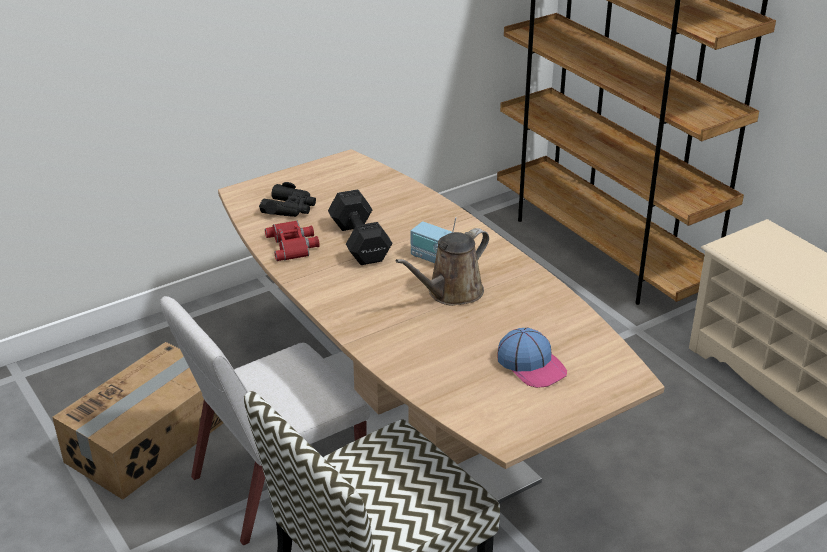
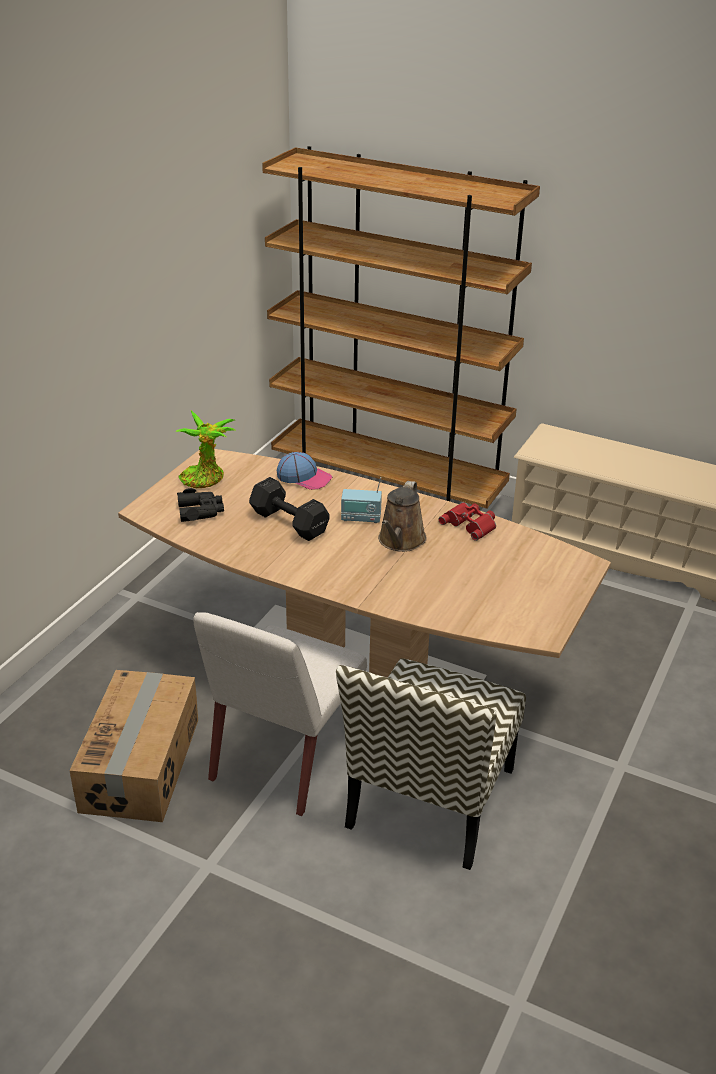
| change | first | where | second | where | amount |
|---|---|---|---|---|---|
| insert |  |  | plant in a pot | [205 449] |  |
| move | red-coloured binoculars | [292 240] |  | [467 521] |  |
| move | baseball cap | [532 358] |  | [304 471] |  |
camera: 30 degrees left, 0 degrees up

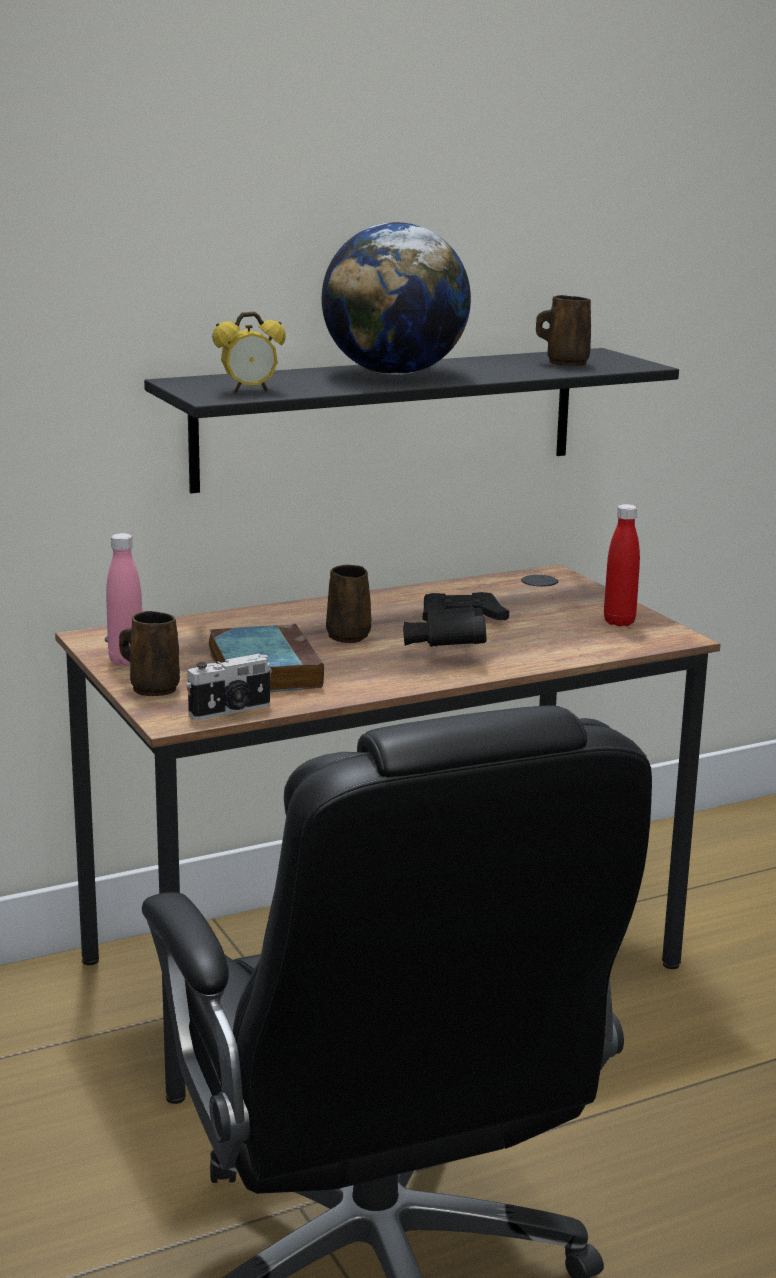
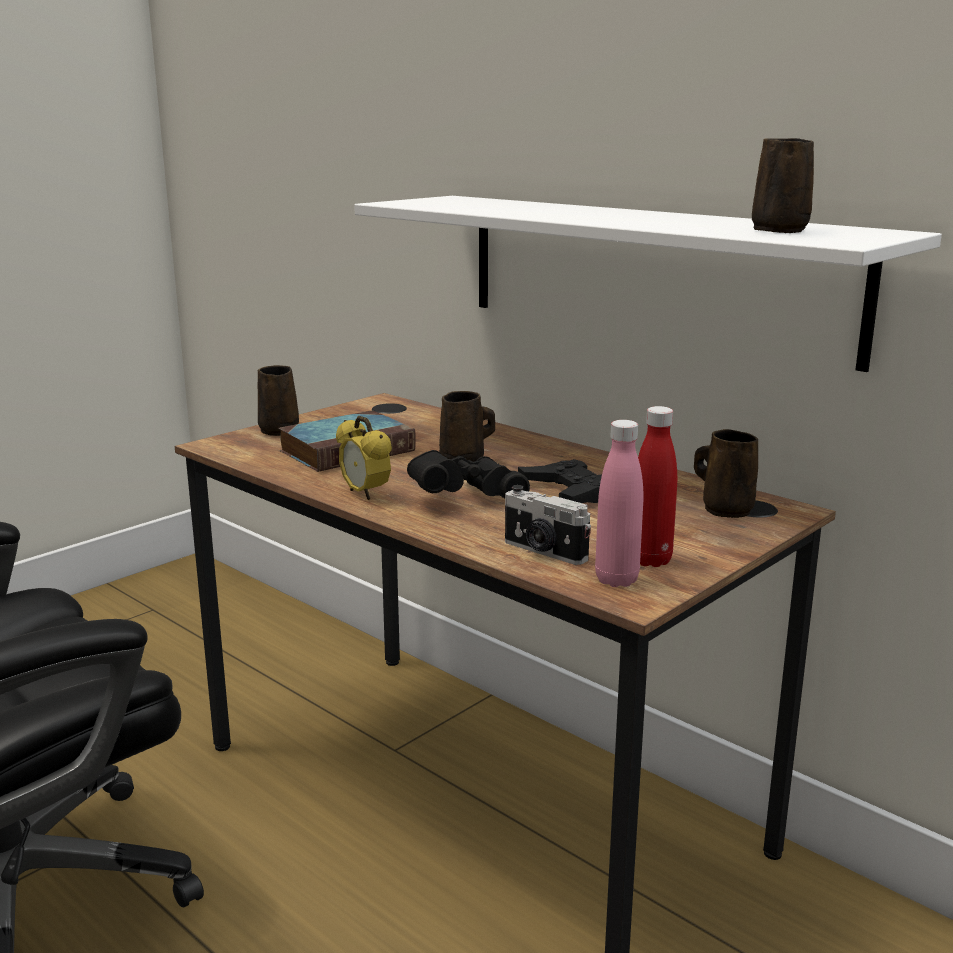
| change | first | where | second | where | amount |
|---|---|---|---|---|---|
| delete | world globe | [396 298] |  |  |  |
| insert |  |  | brownish coffee mug | [726 473] |  |
| move | pink-coloured drink bottle | [124 599] |  | [619 503] |  |
| move | photo camera | [229 687] |  | [548 525] |  |
| move | alarm clock | [249 352] |  | [364 458] |  |
| recolor | black-coloured wall shelf | [411 420] | white-coloured wall shelf | [648 284] |  |
camera: 70 degrees right, 0 degrees up

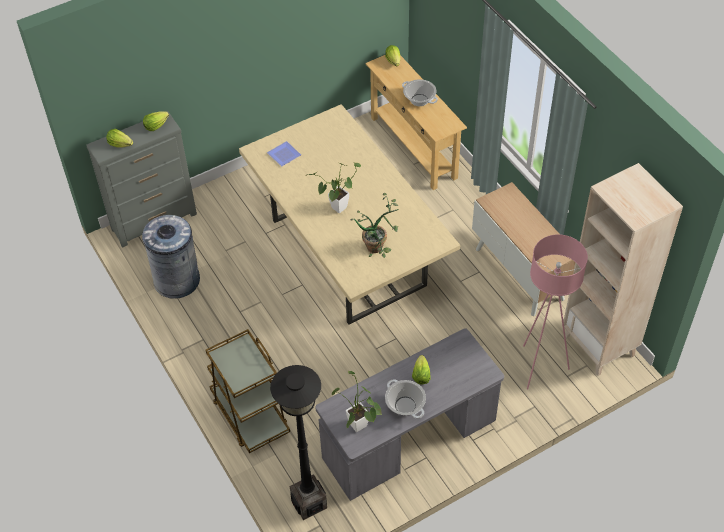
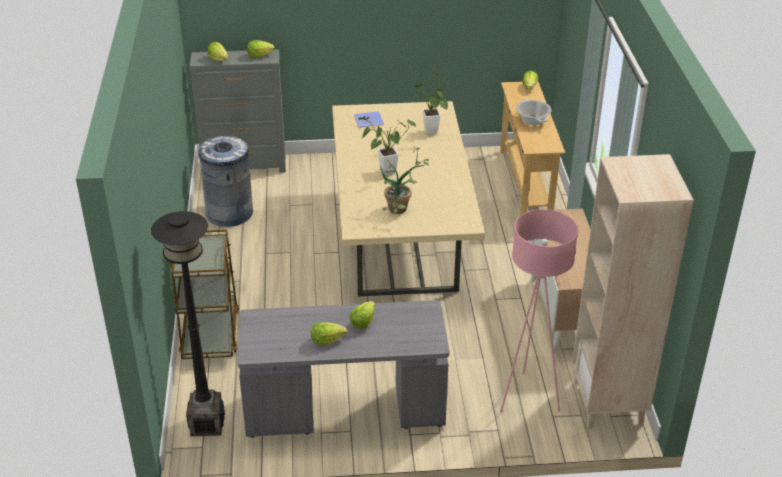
| change | first | where | second | where | amount |
|---|---|---|---|---|---|
| move | plant in a pot | [357 401] |  | [429 104] |  |
| replace | cooking pot | [405 399] | lettuce head | [329 333] |  |
camera: 25 degrees right, 15 degrees down

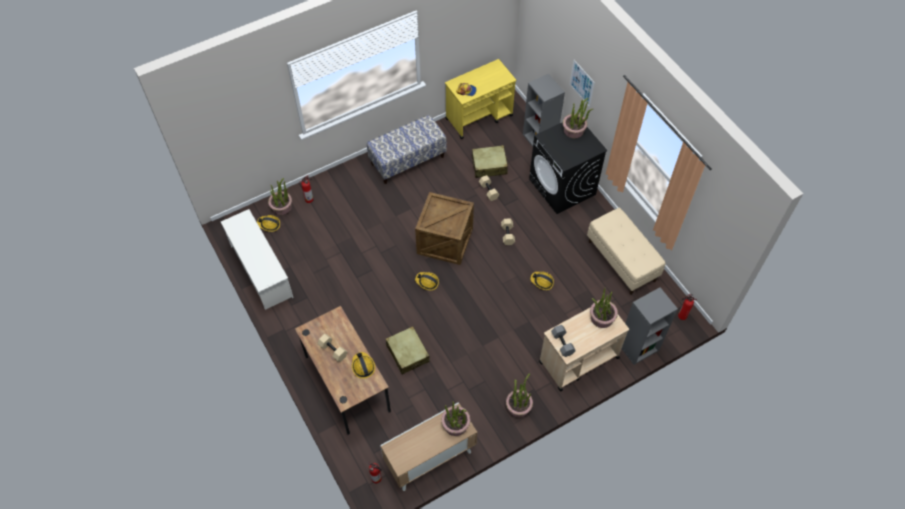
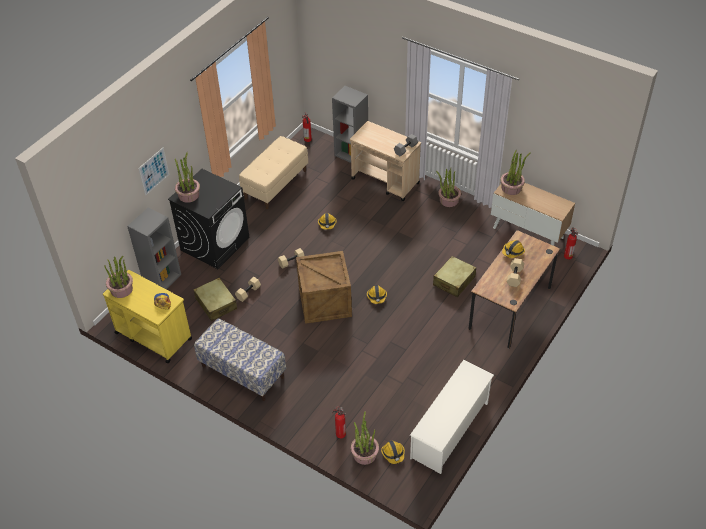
| change | first | where | second | where | amount |
|---|---|---|---|---|---|
| move | plant in a pot | [604 308] |  | [119 277] |  |
camera: 115 degrees left, 10 degrees down

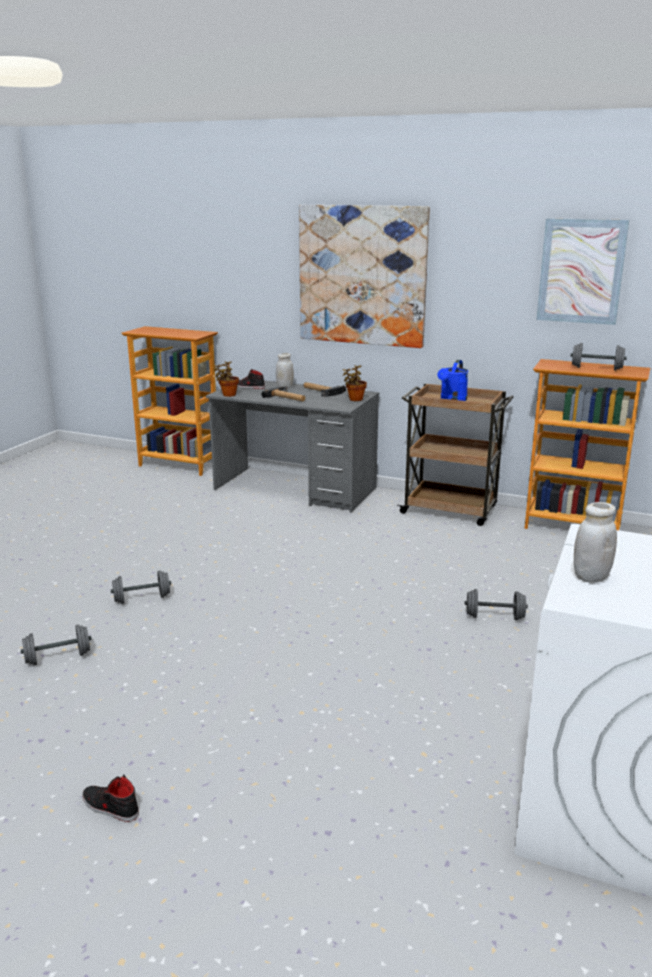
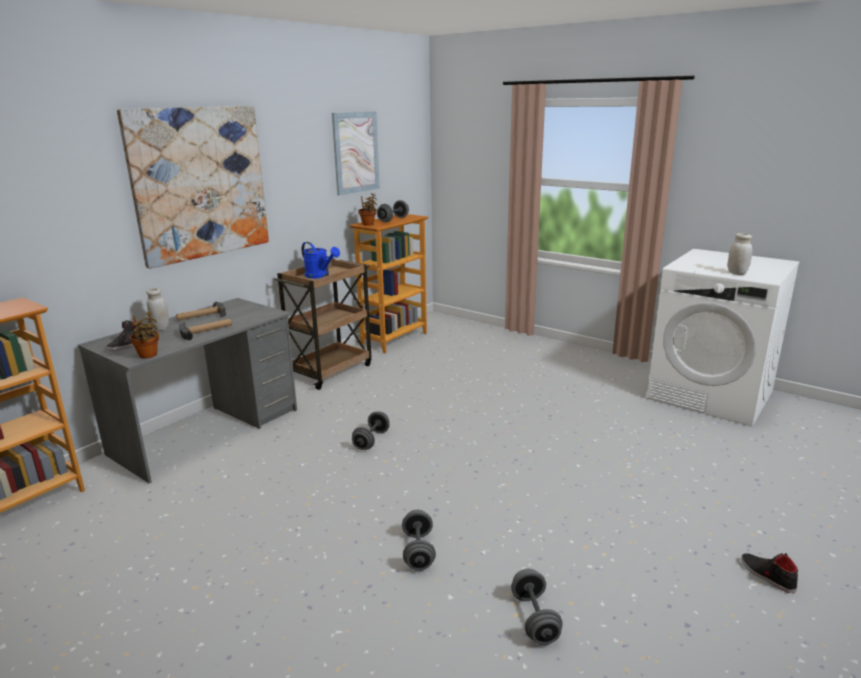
| change | first | where | second | where | amount |
|---|---|---|---|---|---|
| move | plant in a pot | [355 383] |  | [367 209] |  |
| move | greyish free weight | [496 604] |  | [371 431] |  |
| rotate | black-coloured shoe | [110 798] |  | [769 573] | 105 degrees clockwise |
camera: 75 degrees left, 0 degrees up

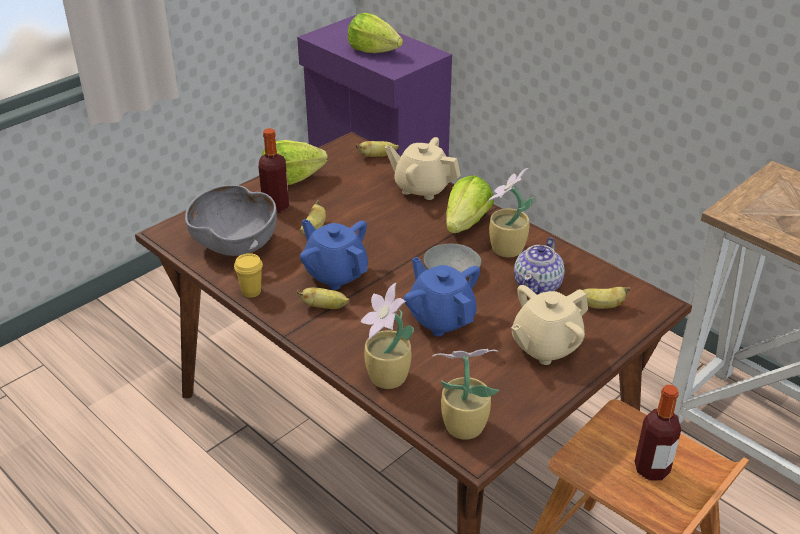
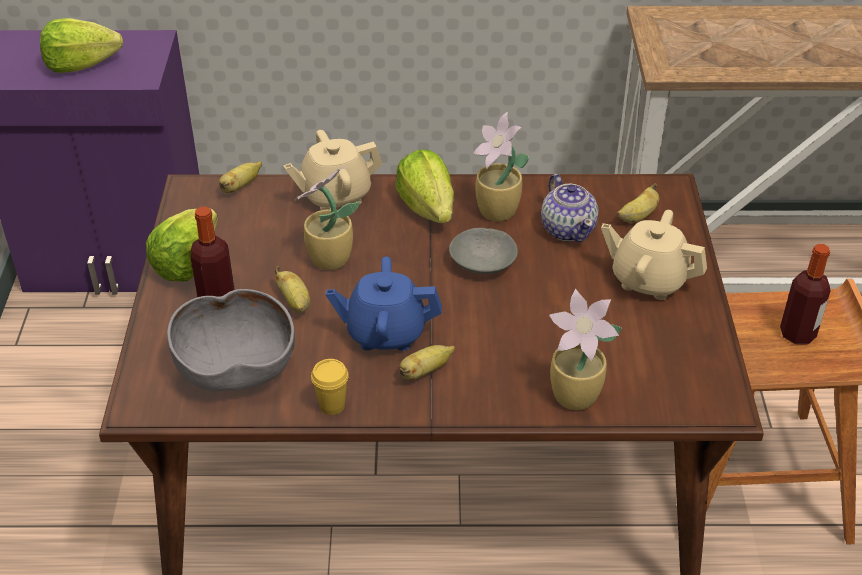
| change | first | where | second | where | amount |
|---|---|---|---|---|---|
| delete | bluish teapot | [442 296] |  |  |  |
| move | plant in a pot | [466 394] |  | [327 218] |  |
| rotate | beige teapot | [549 325] |  | [654 255] | 105 degrees clockwise |
camera: 45 degrees left, 5 degrees up

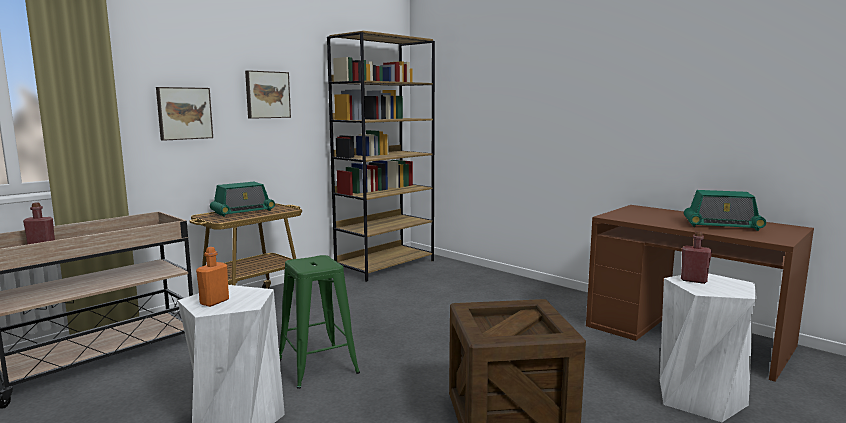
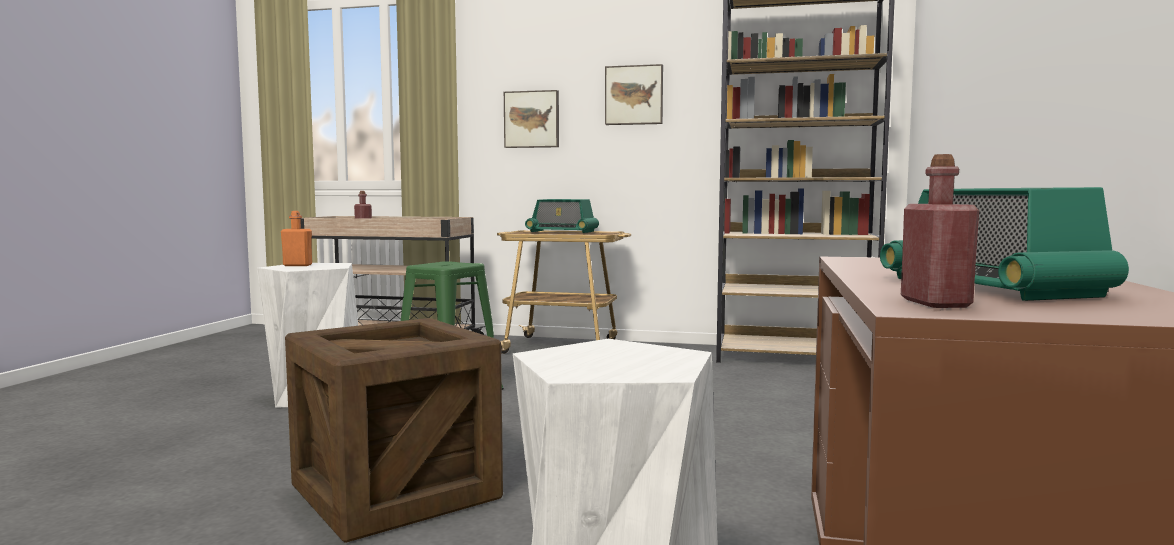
| change | first | where | second | where | amount |
|---|---|---|---|---|---|
| move | red-coloured drink bottle | [696 257] |  | [940 231] |  |
camera: 60 degrees right, 5 degrees down

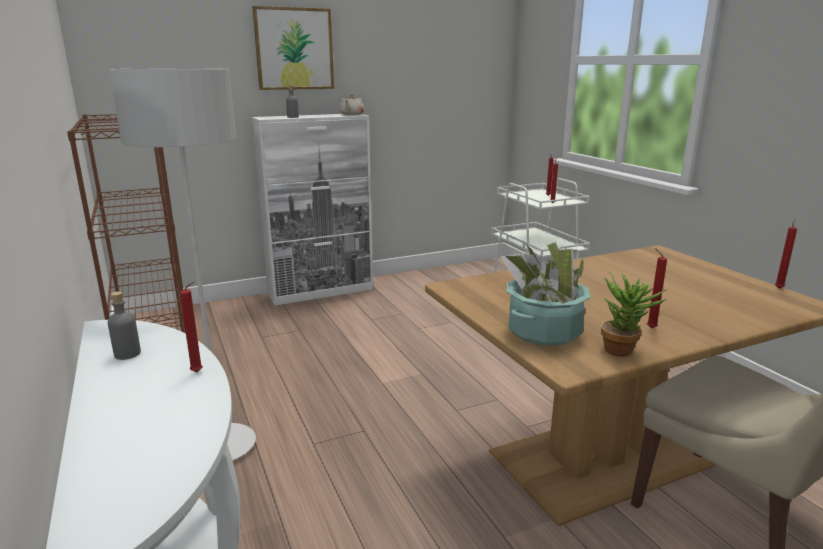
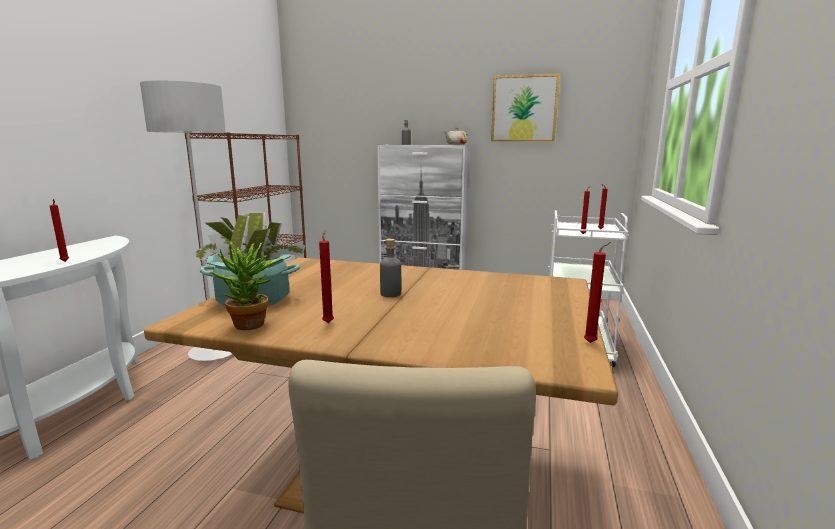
| change | first | where | second | where | amount |
|---|---|---|---|---|---|
| move | greyish drink bottle | [124 325] |  | [390 268] |  |
| move | wall art | [293 48] |  | [525 107] |  |
camera: 40 degrees right, 5 degrees down

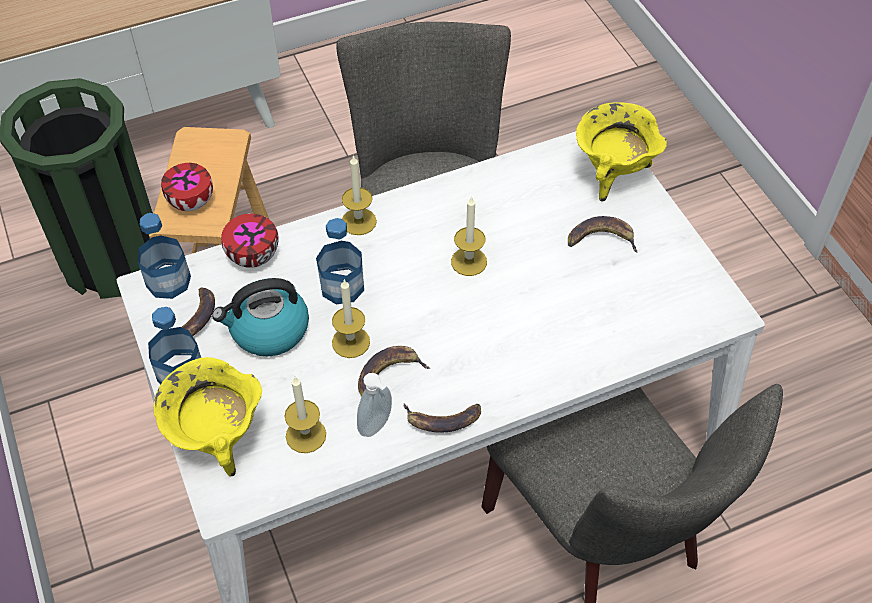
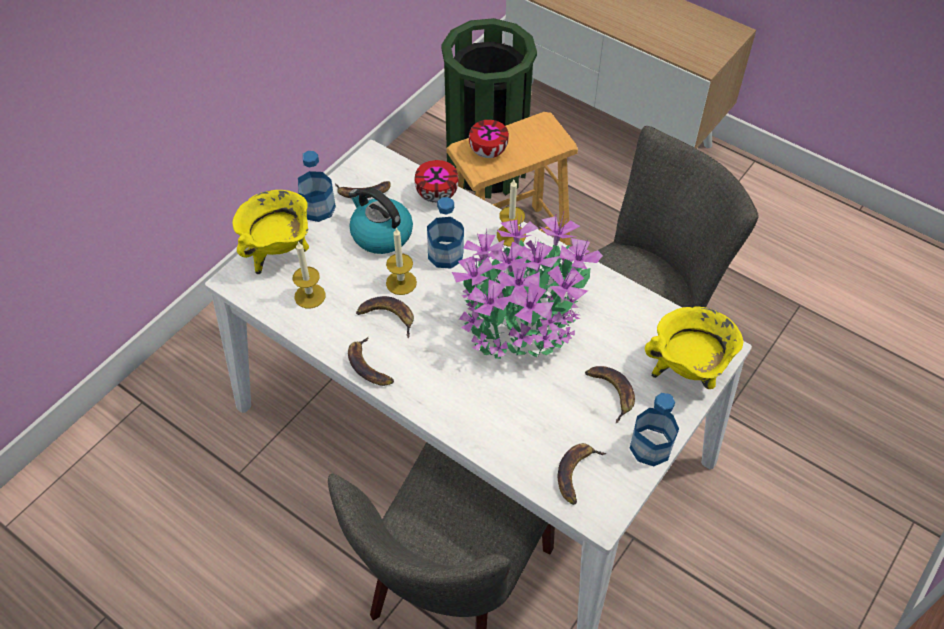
| change | first | where | second | where | amount |
|---|---|---|---|---|---|
| delete | liquid soap bottle | [374 405] |  |  |  |
| insert |  |  | banana fruit | [581 474] |  |
| move | drink bottle | [164 256] |  | [654 429] |  |
| replace | wax light | [469 236] | plant in a pot | [527 286] |  |
camera: 60 degrees right, 0 degrees up

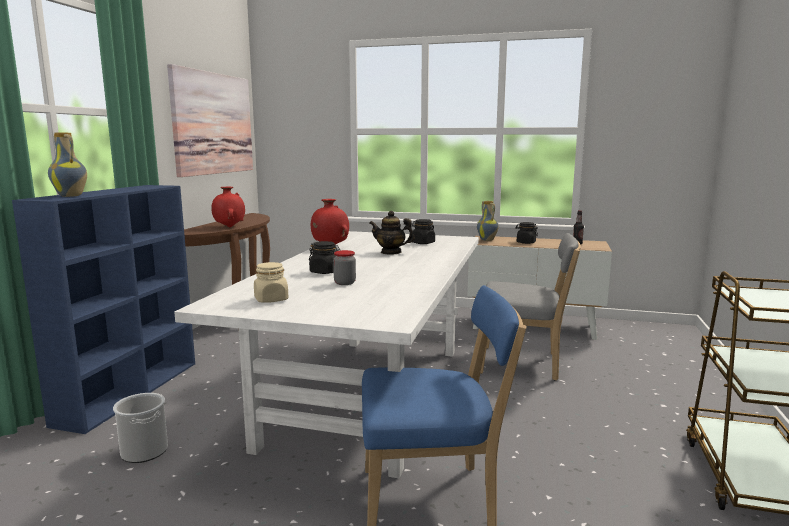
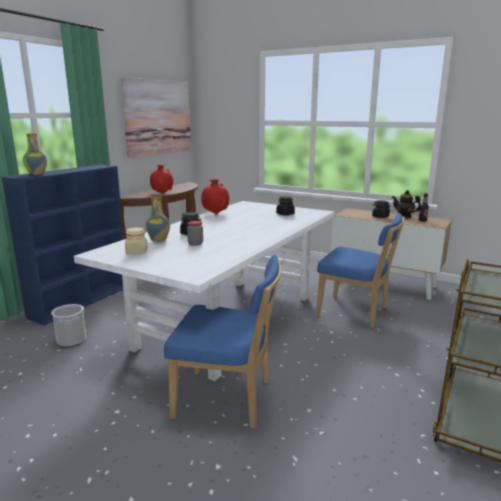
| change | first | where | second | where | amount |
|---|---|---|---|---|---|
| move | teapot | [392 233] |  | [406 204] |  |
| move | decorative vase | [488 221] |  | [157 219] |  |
| recolor | greyish plain chair | [530 307] | bluish plain chair | [360 270] |  |
camera: 15 degrees right, 5 degrees up

